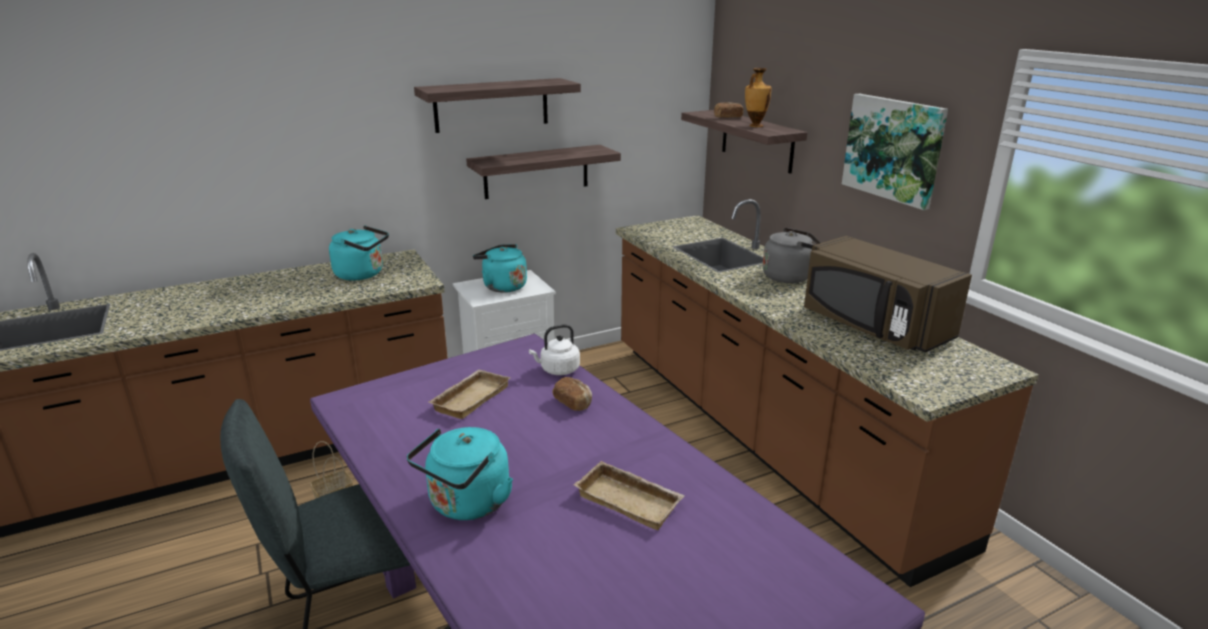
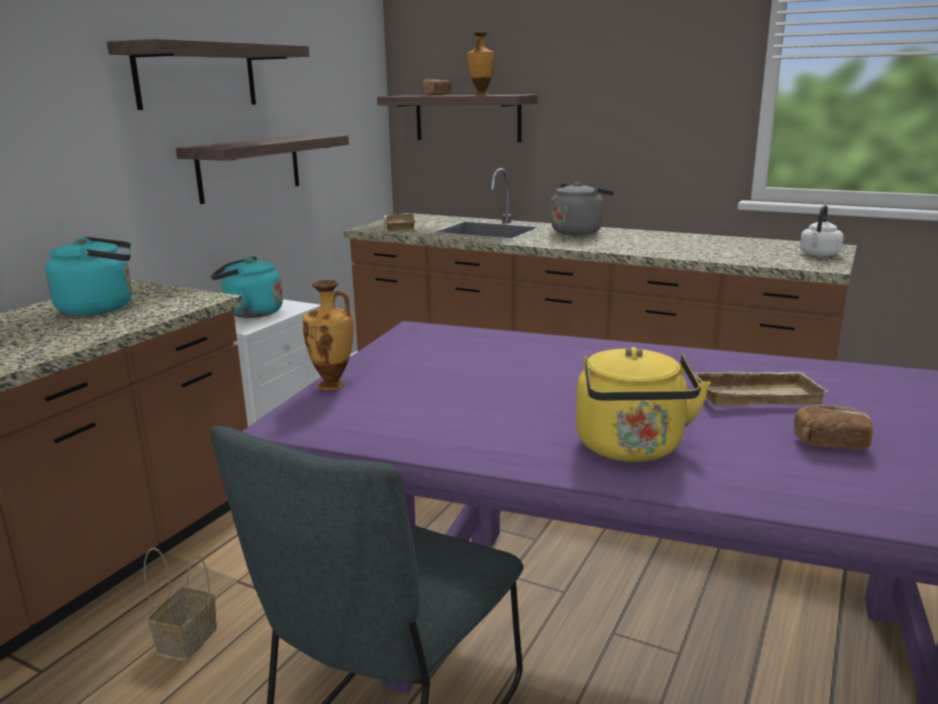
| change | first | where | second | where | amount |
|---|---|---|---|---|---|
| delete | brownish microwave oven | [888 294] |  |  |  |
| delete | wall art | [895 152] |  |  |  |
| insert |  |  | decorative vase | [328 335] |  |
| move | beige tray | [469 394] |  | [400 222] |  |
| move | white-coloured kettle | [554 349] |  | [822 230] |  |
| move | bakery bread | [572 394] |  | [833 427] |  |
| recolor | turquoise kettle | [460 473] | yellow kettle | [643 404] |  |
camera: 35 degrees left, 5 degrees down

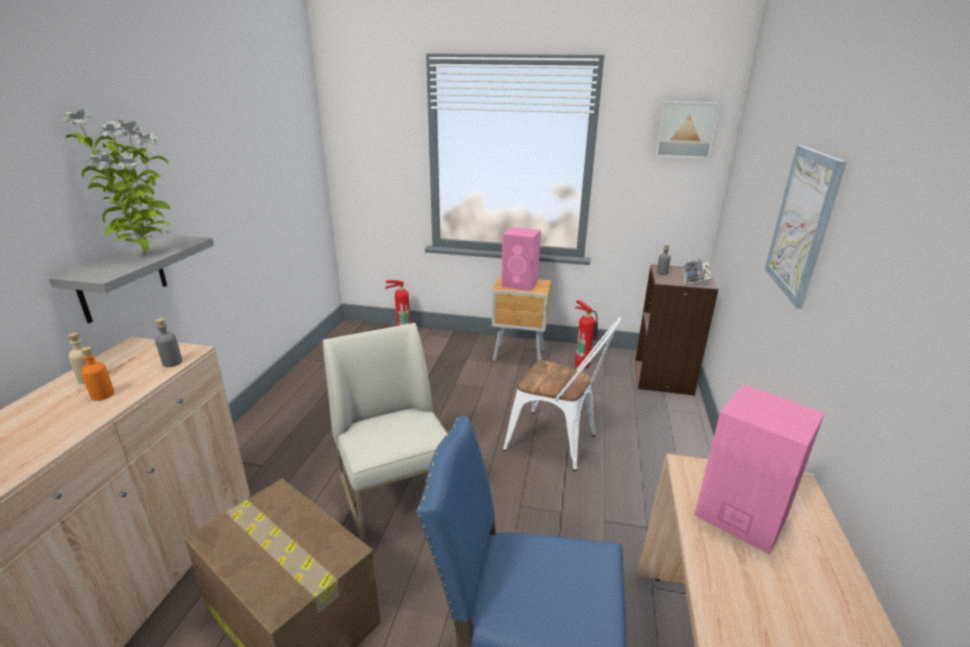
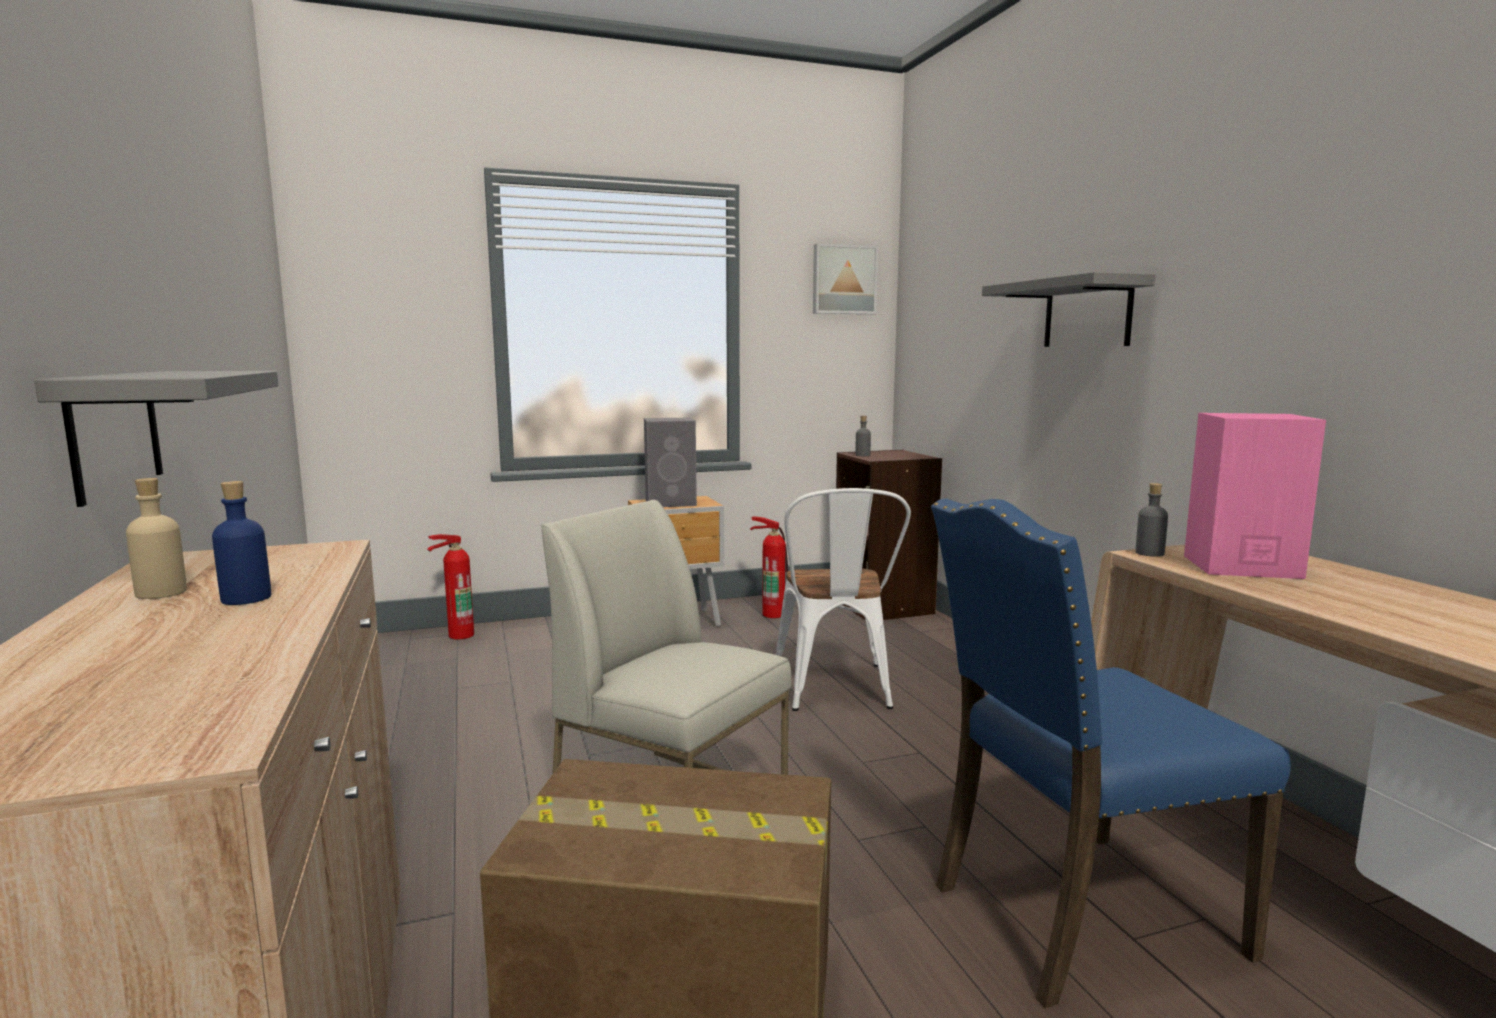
| change | first | where | second | where | amount |
|---|---|---|---|---|---|
| delete | plant in a pot | [116 181] |  |  |  |
| delete | keyboard | [698 271] |  |  |  |
| move | greyish drink bottle | [168 342] |  | [1152 520] |  |
| replace | wall art | [806 227] | greyish wall shelf | [1068 309] |  |
| recolor | orangey drink bottle | [97 374] | bluish drink bottle | [241 543] |  |
| recolor | pink-coloured audio speaker | [521 259] | greyish audio speaker | [670 462] |  |
| rotate | white-coloured plain chair | [562 394] |  | [843 599] | 90 degrees clockwise |
camera: 30 degrees left, 15 degrees down

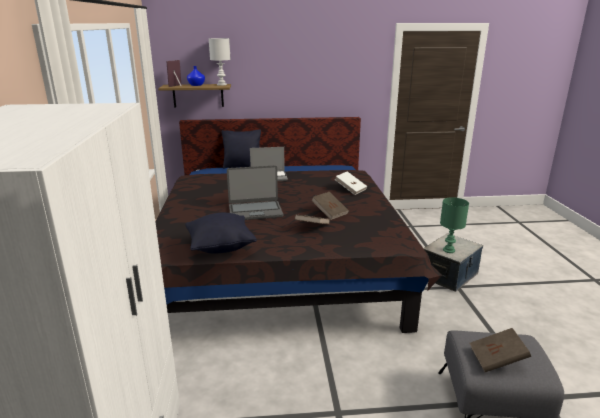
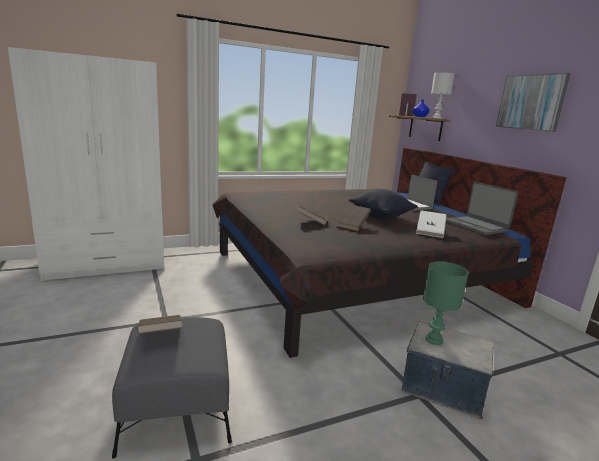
| change | first | where | second | where | amount |
|---|---|---|---|---|---|
| insert |  |  | wall art | [533 102] |  |
| move | black-coloured throw pillow | [221 233] |  | [383 204] |  |
| move | laptop | [255 192] |  | [482 208] |  |
camera: 70 degrees right, 5 degrees down

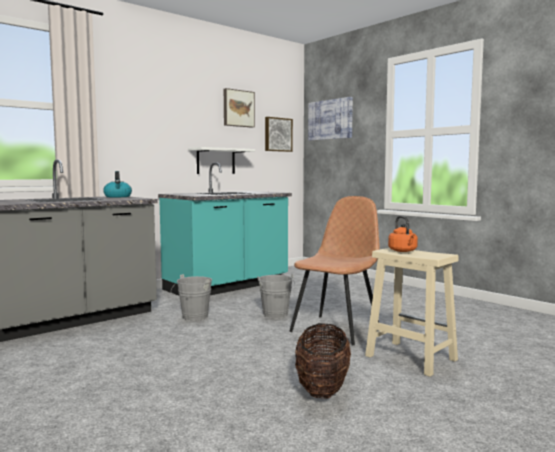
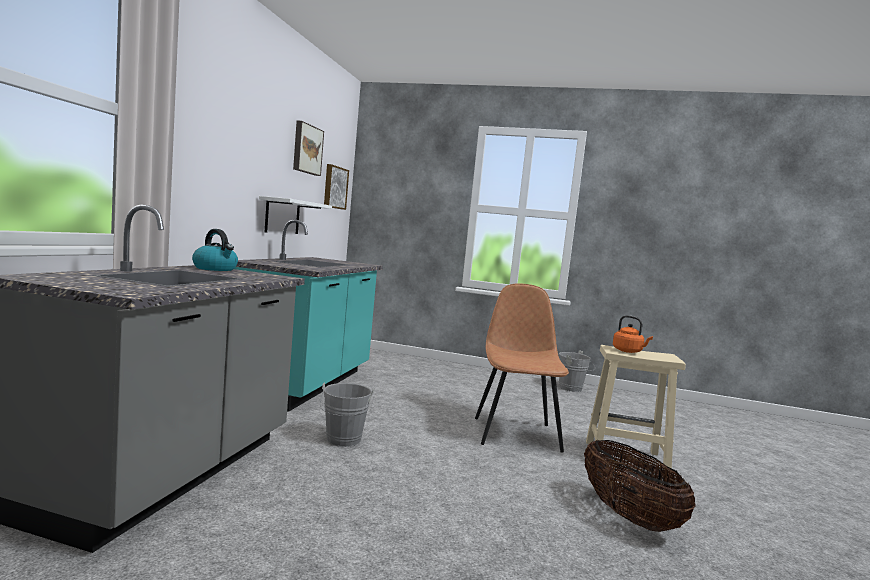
| change | first | where | second | where | amount |
|---|---|---|---|---|---|
| delete | wall art | [330 119] |  |  |  |
| move | greyish pail | [276 296] |  | [577 371] |  |
camera: 35 degrees left, 0 degrees up

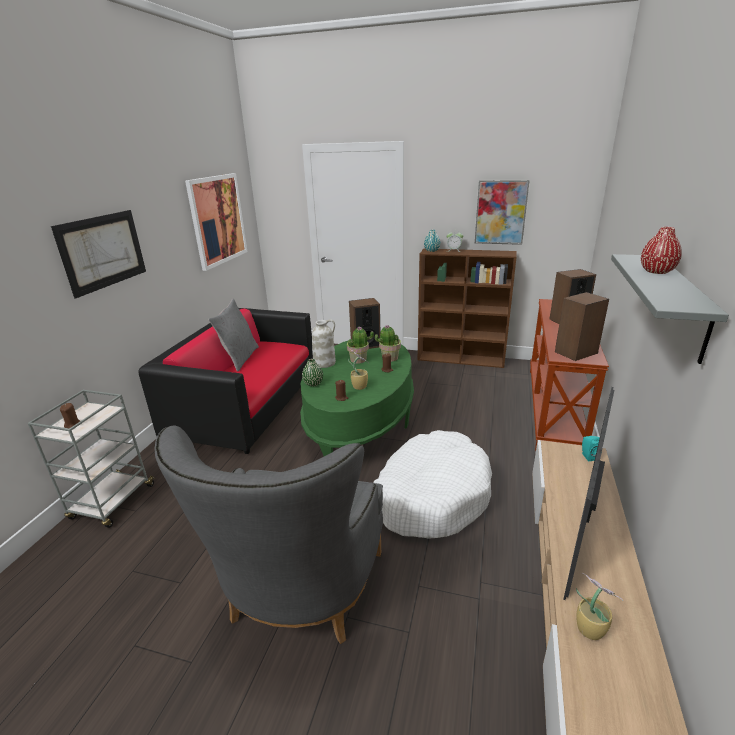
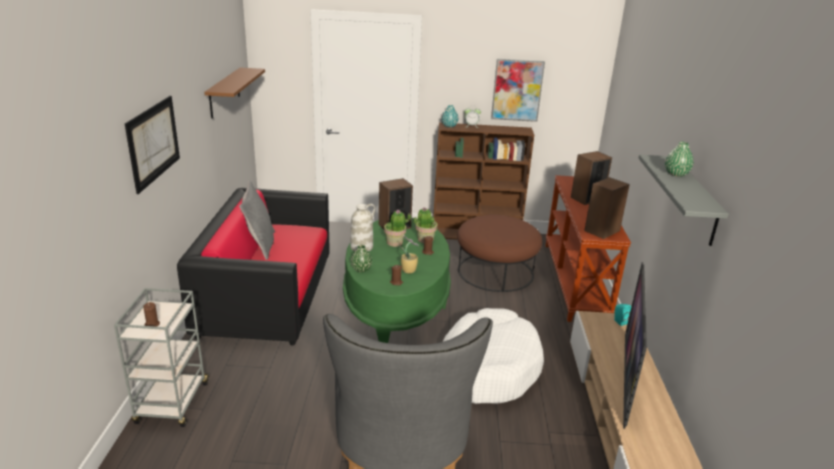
| change | first | where | second | where | amount |
|---|---|---|---|---|---|
| delete | plant in a pot | [599 606] |  |  |  |
| insert |  |  | brownish footrest | [499 253] |  |
| replace | wall art | [216 222] | brownish wall shelf | [234 93] |  |
| recolor | red-coloured decorative vase | [661 250] | green decorative vase | [679 159] |  |
camera: 15 degrees left, 0 degrees up

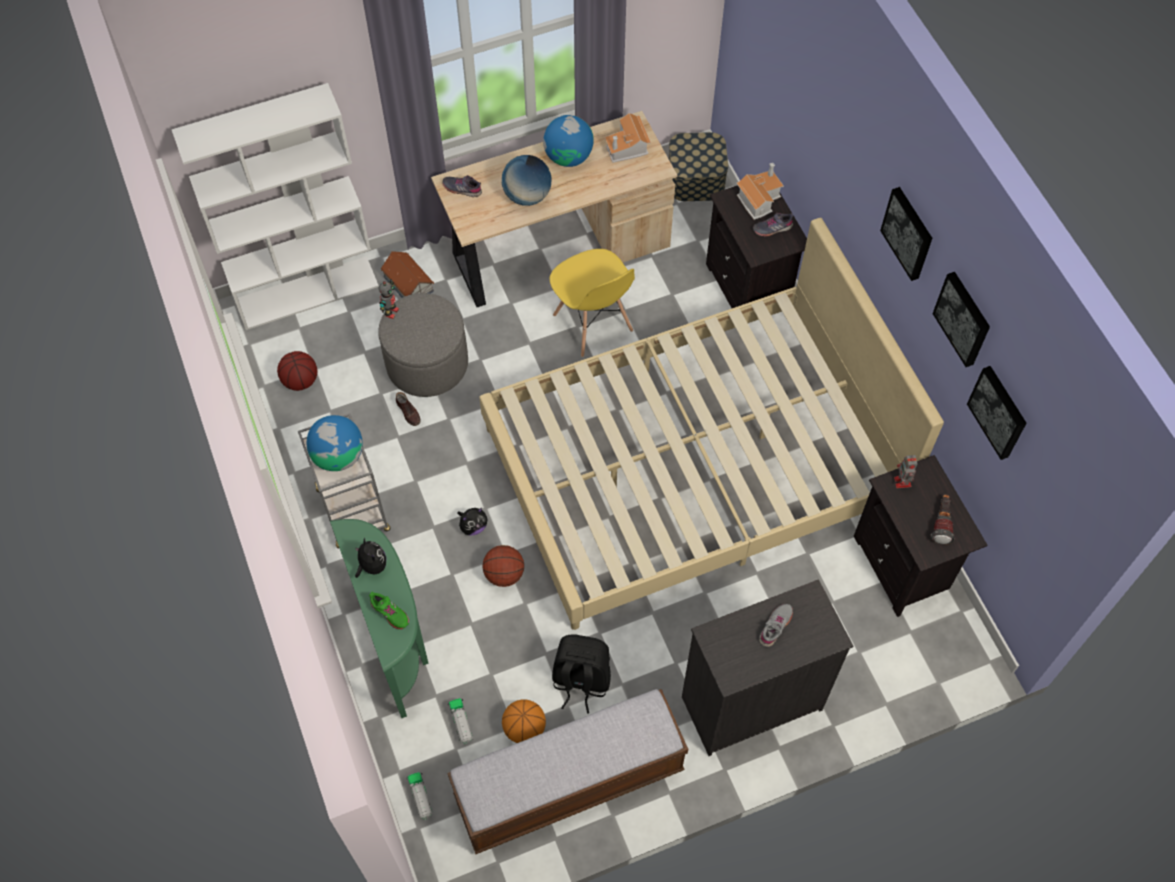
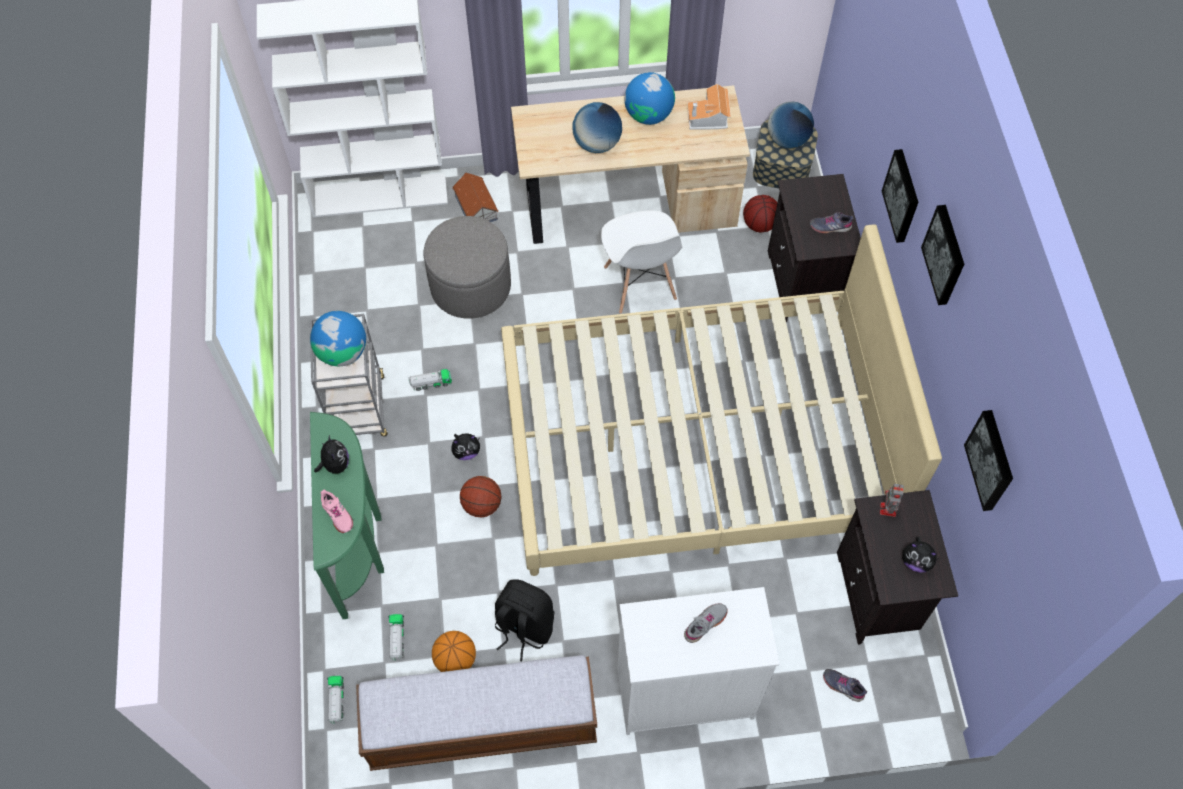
| change | first | where | second | where | amount |
|---|---|---|---|---|---|
| delete | model robot | [389 299] |  |  |  |
| delete | brownish shoe | [408 409] |  |  |  |
| delete | model house | [760 191] |  |  |  |
| insert |  |  | model truck | [430 380] |  |
| insert |  |  | world globe | [790 125] |  |
| move | basketball ball | [297 371] |  | [760 213] |  |
| move | greyish shoe | [462 186] |  | [845 685] |  |
| move | wall art | [961 319] |  | [900 196] |  |
| replace | flashlight | [942 519] | plush toy | [921 555] |  |
| recolor | green shoe | [389 611] | pink-coloured shoe | [336 511] |  |
| recolor | yellow plain chair | [592 303] | white-coloured plain chair | [642 262] |  |
| recolor | black-coloured dresser | [767 667] | white-coloured dresser | [698 661] |  |
camera: 15 degrees right, 0 degrees up

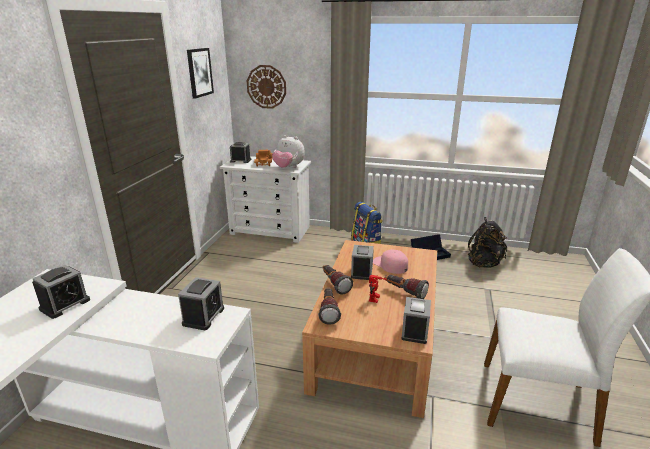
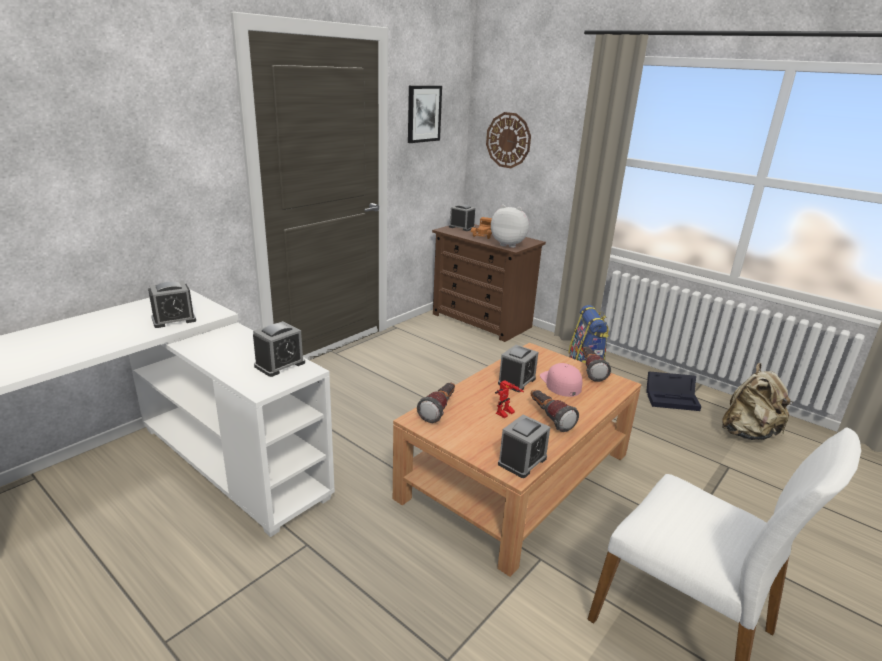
| change | first | where | second | where | amount |
|---|---|---|---|---|---|
| move | flashlight | [338 280] |  | [597 364] |  |
| recolor | white-coloured dresser | [265 199] | brownish dresser | [489 283] |  |
| recolor | black-coloured knapsack | [487 242] | beige knapsack | [757 401] |  |
| rotate | plush toy | [288 151] |  | [510 226] | 150 degrees clockwise |
camera: 25 degrees right, 0 degrees up

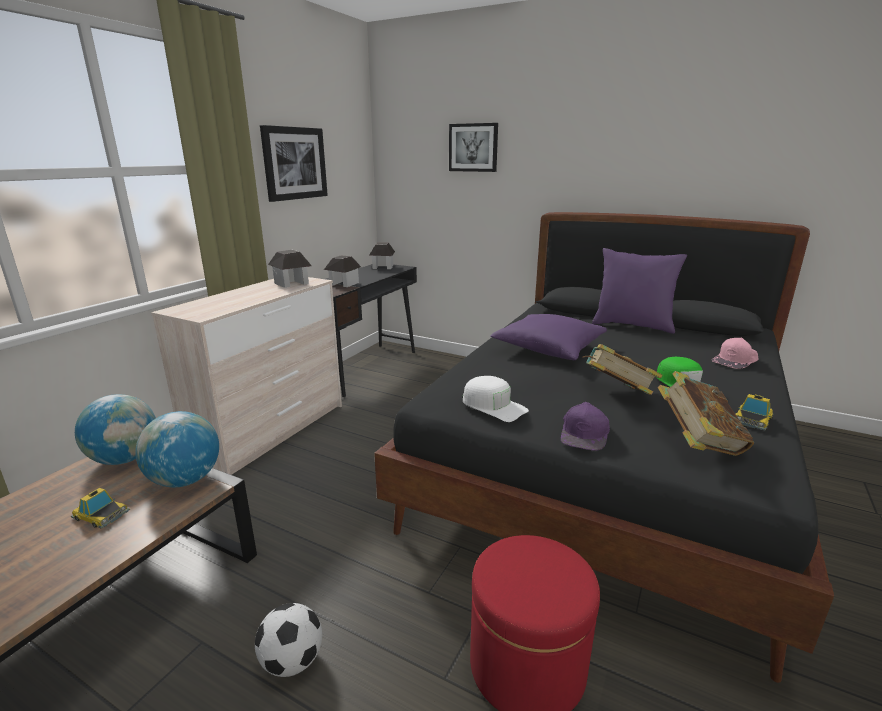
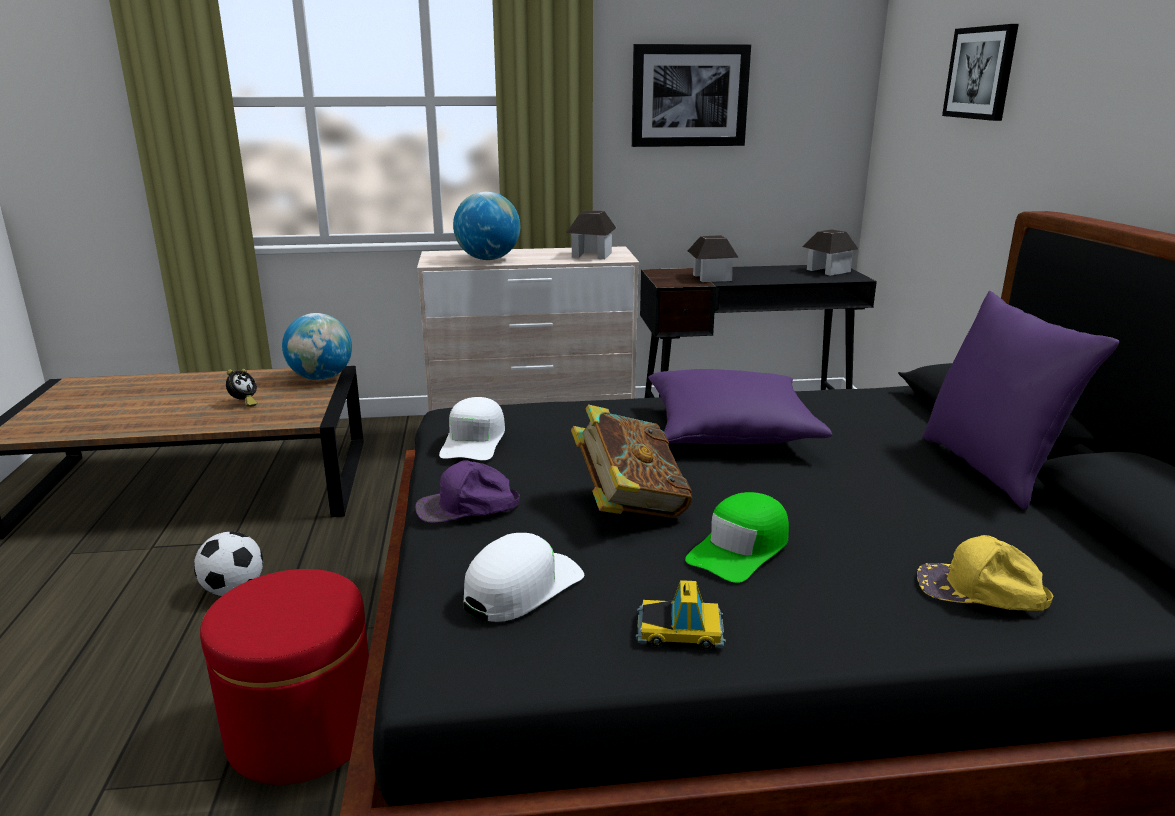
| change | first | where | second | where | amount |
|---|---|---|---|---|---|
| move | world globe | [177 449] |  | [486 225] |  |
| replace | toy car | [100 508] | alarm clock | [241 388] |  |
| replace | volume | [706 413] | white-coloured baseball cap | [524 577] |  |
| recolor | pink-coloured baseball cap | [735 353] | yellow baseball cap | [985 573] |  |
camera: 55 degrees right, 0 degrees up

